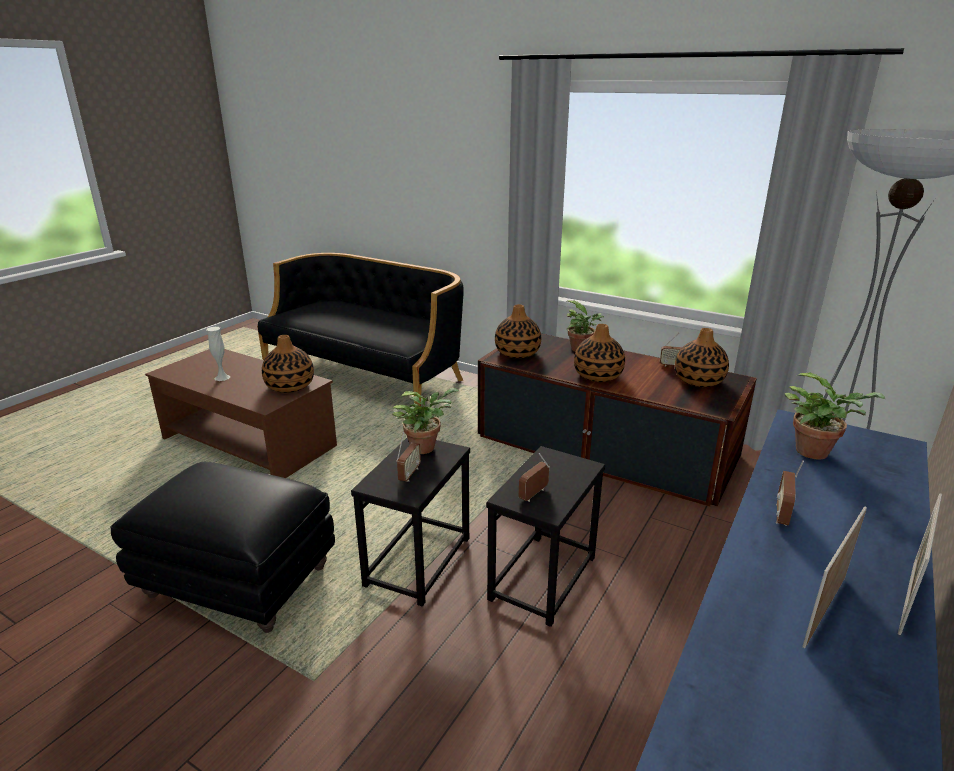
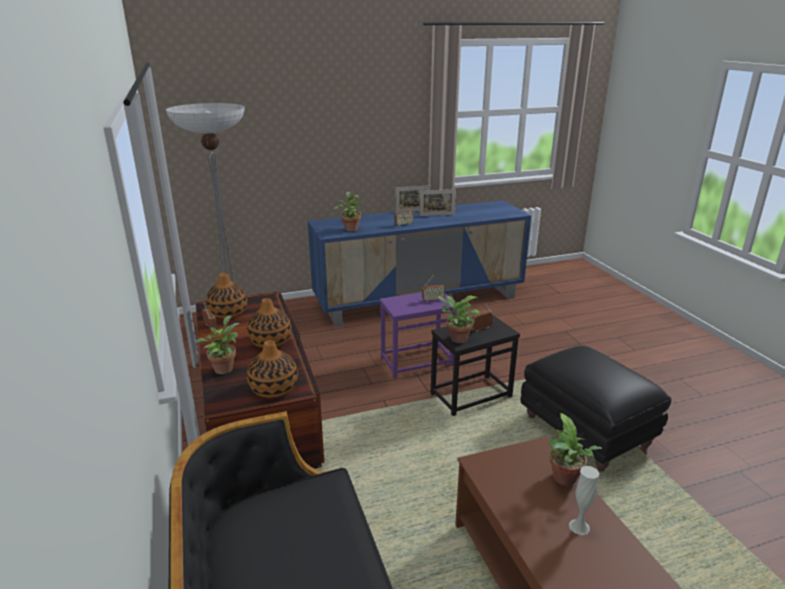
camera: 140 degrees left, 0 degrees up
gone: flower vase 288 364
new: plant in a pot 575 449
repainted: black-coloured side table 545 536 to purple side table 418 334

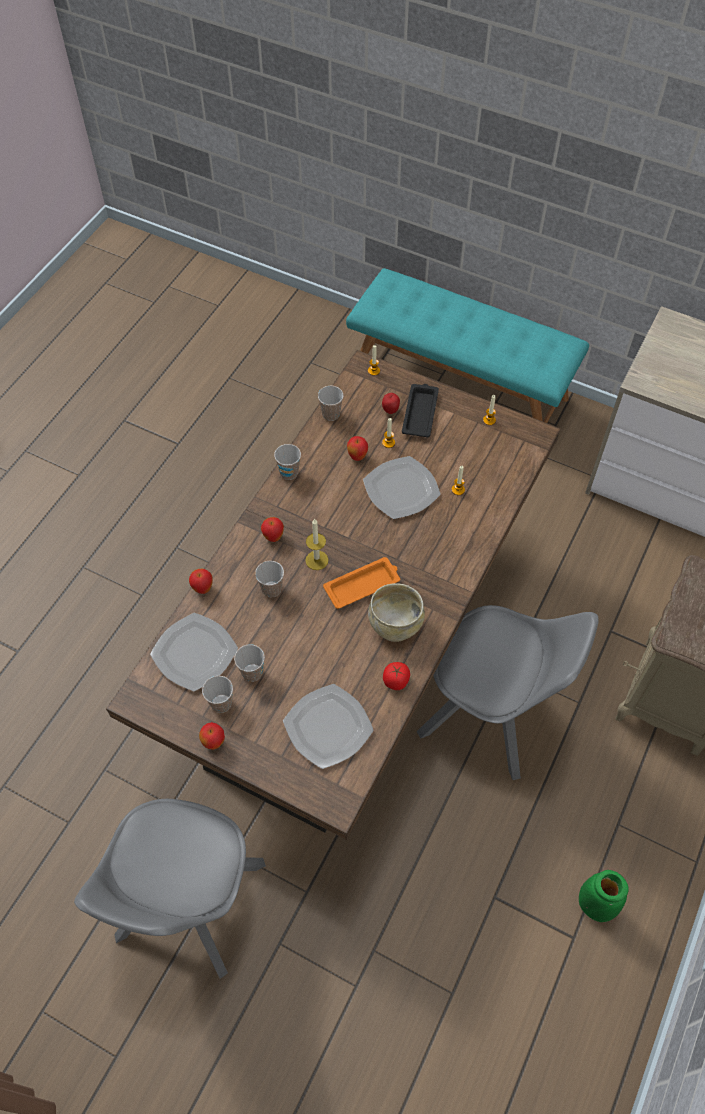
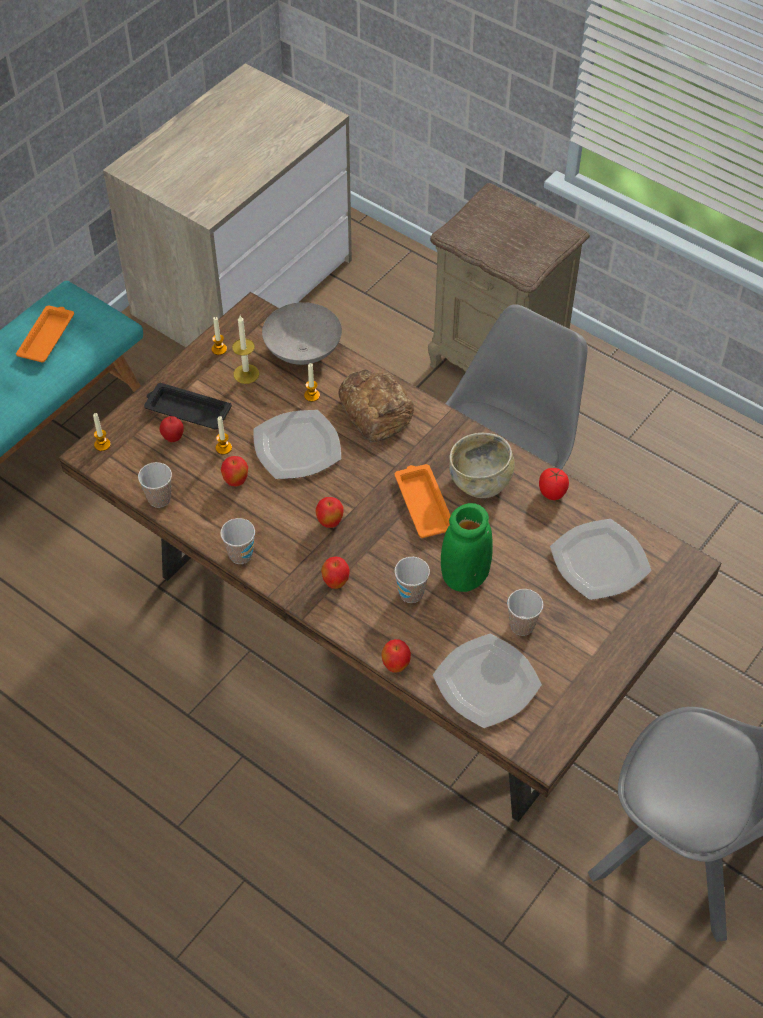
camera: 80 degrees left, 5 degrees down
gone: drinking cup 217 694
new: orange carrying tray 45 334; gray bowl 302 333; baked bread 376 405
shifted: whole apple 212 736 to 330 512; candle 317 544 to 245 350; green flower vase 604 896 to 467 547

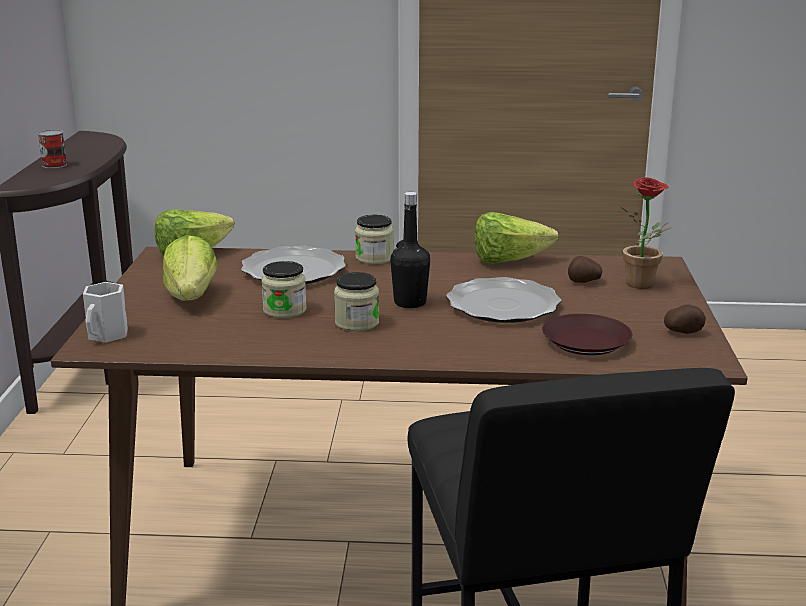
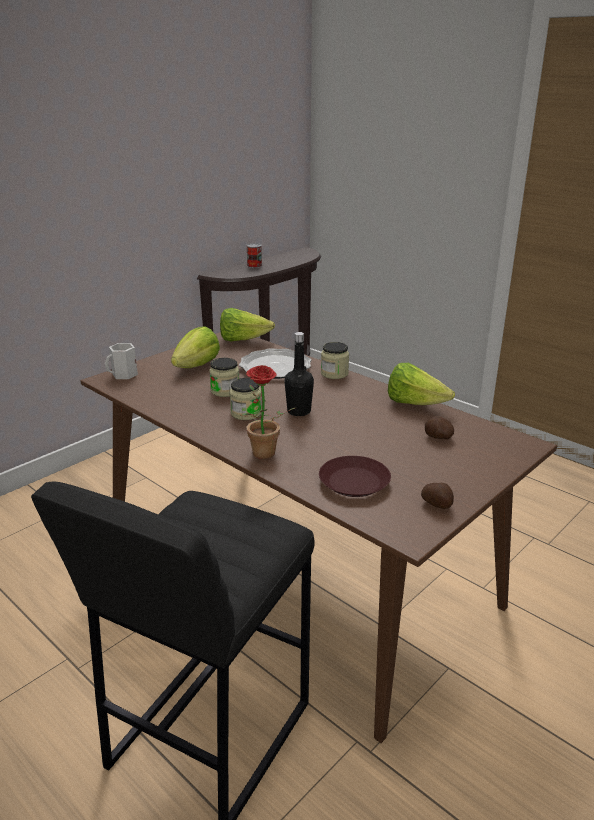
camera: 40 degrees right, 5 degrees up
gone: flat dish 503 300
shifted: plant in a pot 647 233 to 268 412

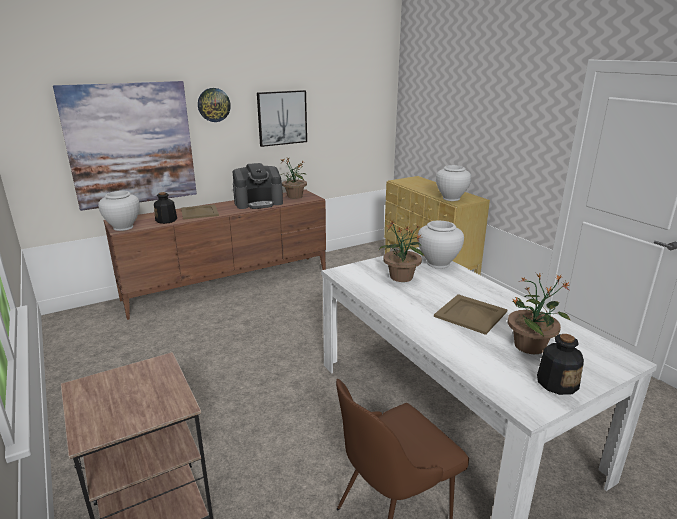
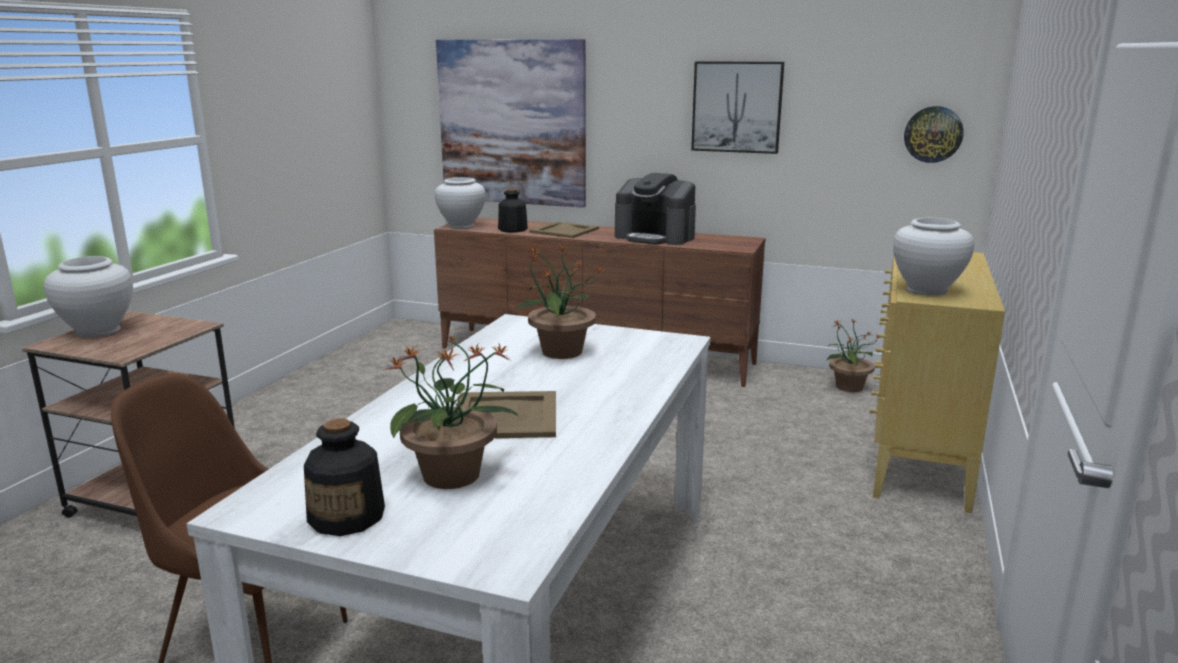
camera: 50 degrees right, 5 degrees down
shifted: hanging clock 214 105 to 934 134; plant in a pot 293 178 to 852 355; white flower vase 441 245 to 88 296

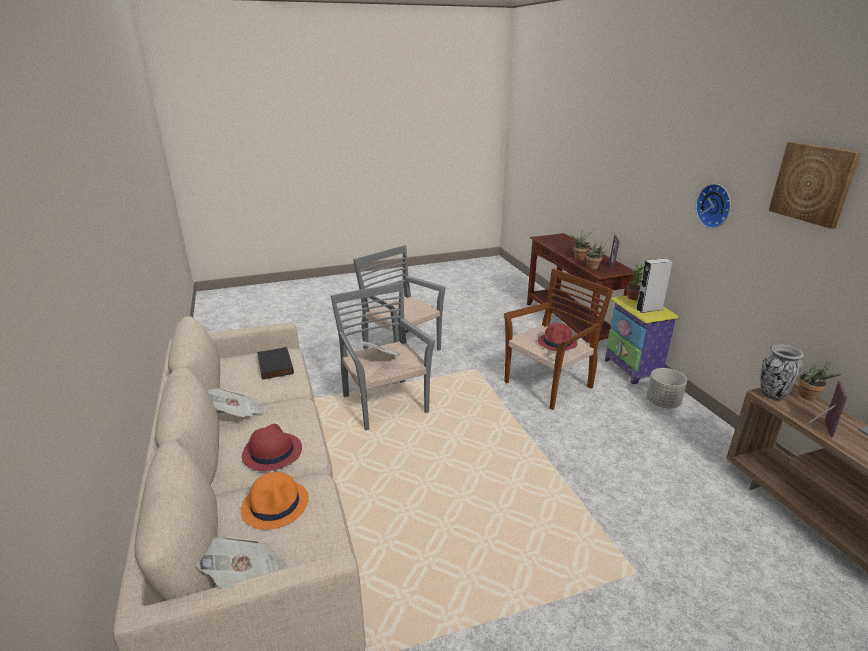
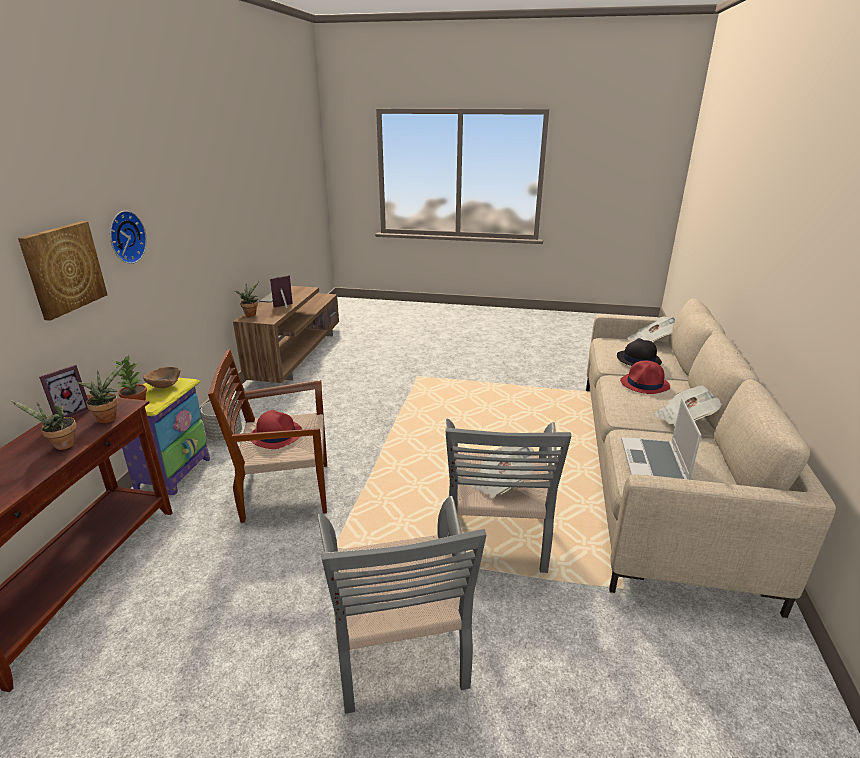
camera: 150 degrees left, 0 degrees up
gone: flower vase 782 372
shifted: wall picture 814 185 to 63 271
swapped: black-coloured book 275 363 to portable computer 661 439; gray speaker 654 285 to brown bowl 161 377
repainted: orange wearable hat 275 501 to black-coloured wearable hat 639 352

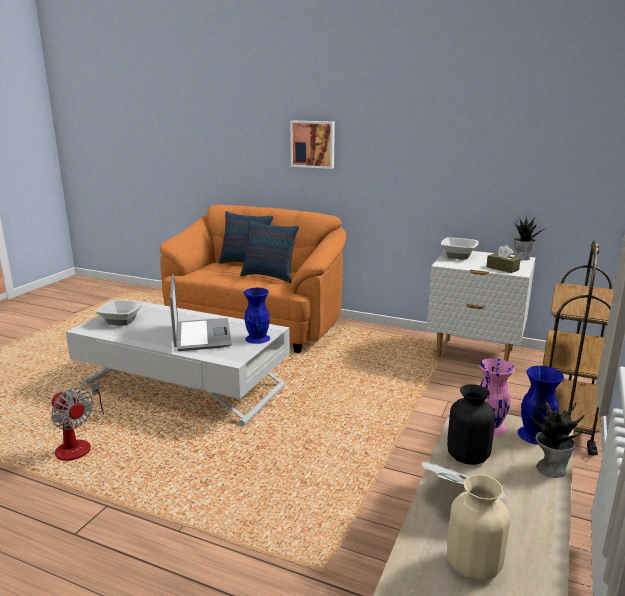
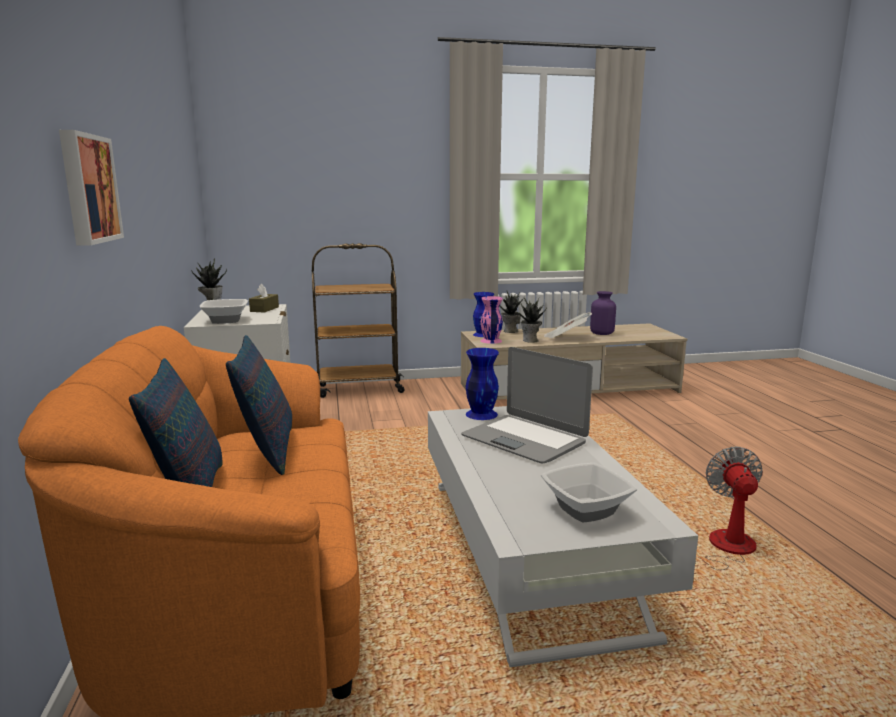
camera: 125 degrees left, 5 degrees down
swapped: black-coloured flower vase 471 424 to plant in a pot 531 319
repainted: beige flower vase 478 527 to purple flower vase 603 313
rotated: portable computer 200 313 = 527 405 90 degrees counterclockwise

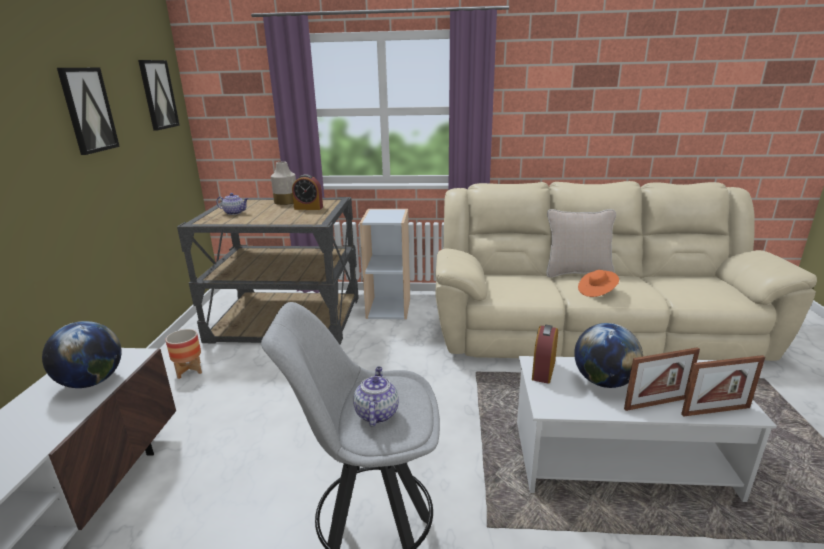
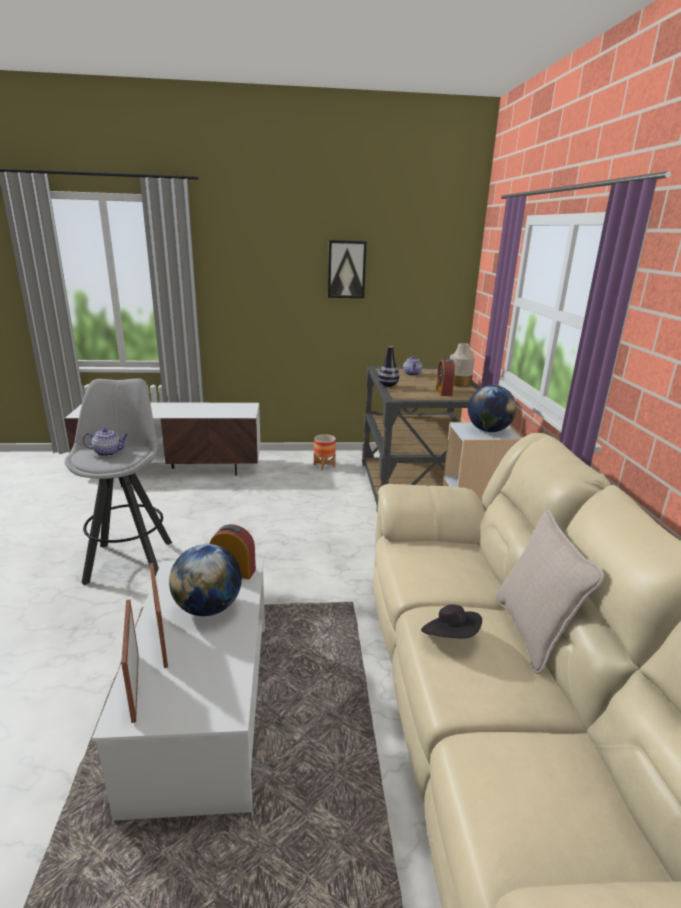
camera: 80 degrees right, 0 degrees up
gone: wall picture 159 95
new: flower vase 389 366
shifted: desk globe 82 354 to 492 408
repainted: orange wearable hat 598 283 to black-coloured wearable hat 451 621

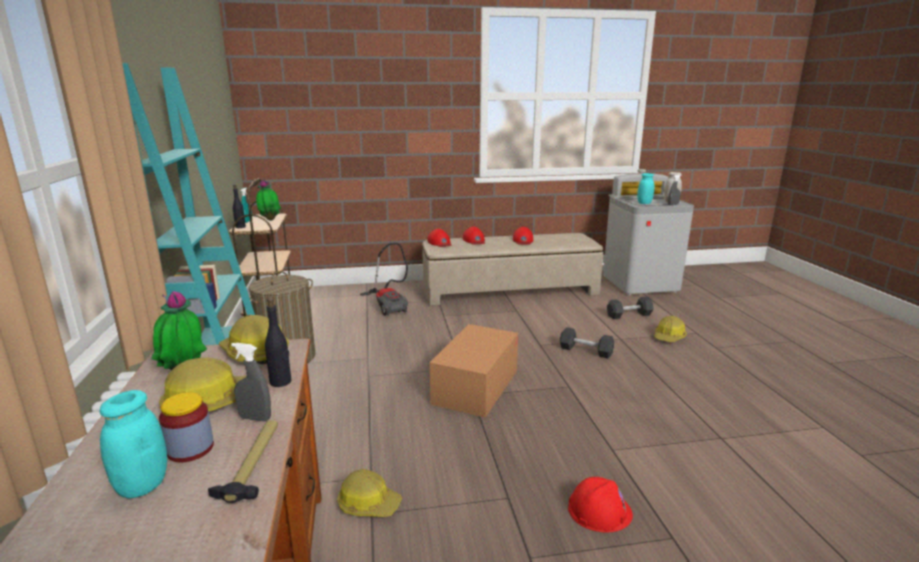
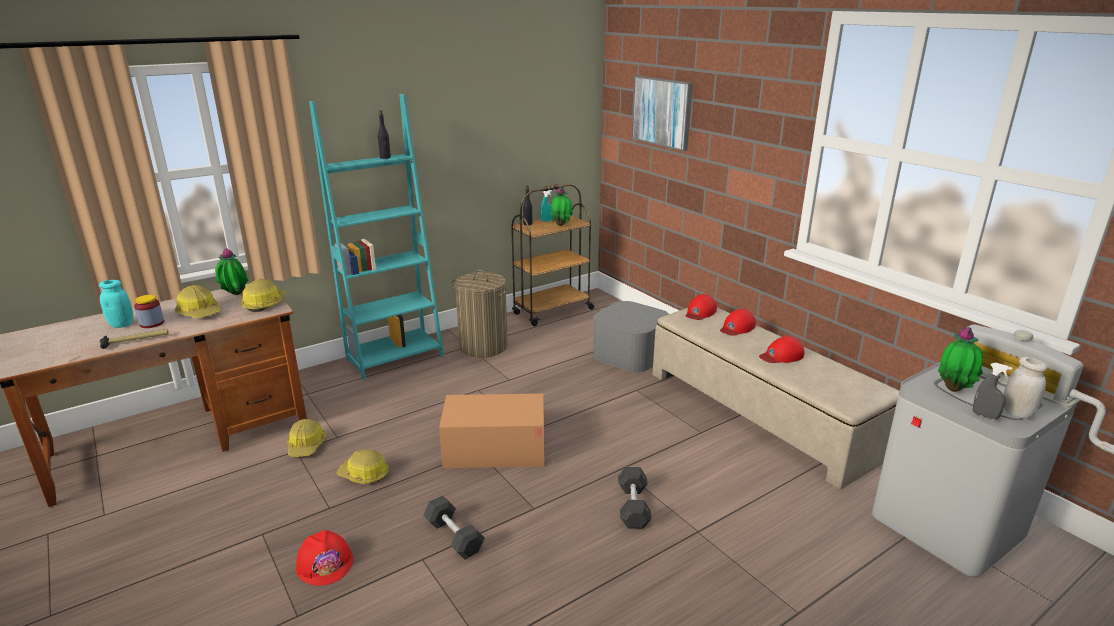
camera: 65 degrees right, 5 degrees up
gone: gray spray bottle 251 382
new: wall picture 662 113
shifted: black-coloured bottle 278 342 to 384 134; gray free weight 630 308 to 454 527; hard hat 670 329 to 362 466
swapped: vacuum 384 279 to gray storage box 631 337; turquoise preserve jar 645 188 to plant in a pot 960 359

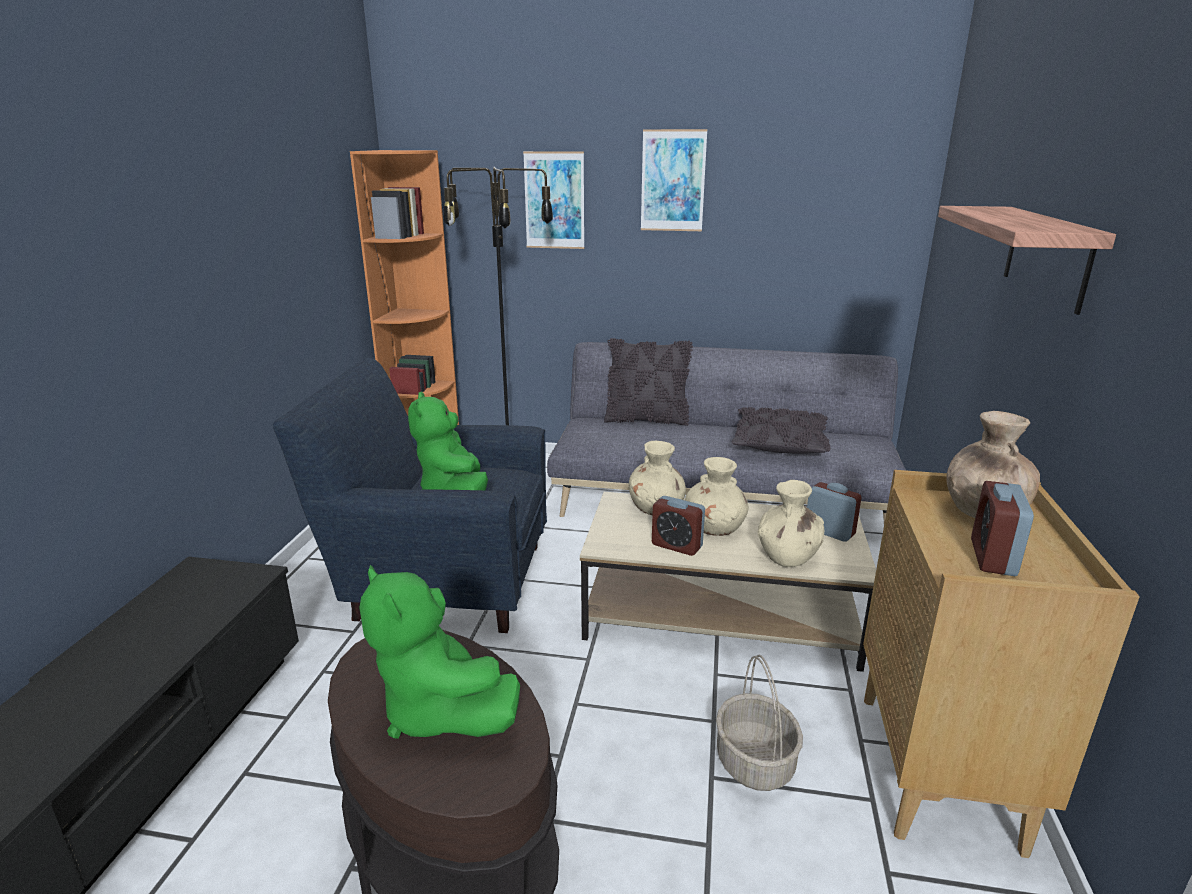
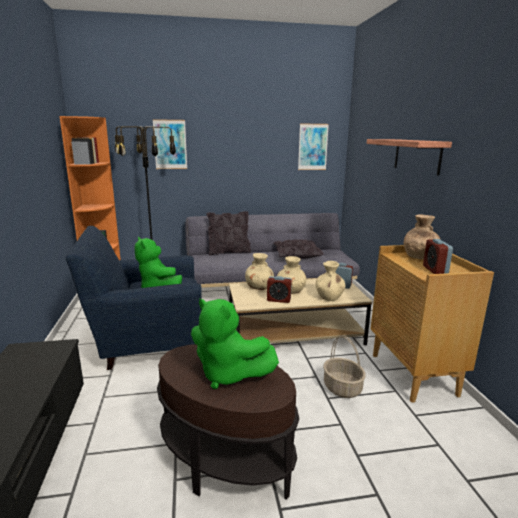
camera: 20 degrees left, 5 degrees down
shifted: wall picture 674 180 to 313 146

